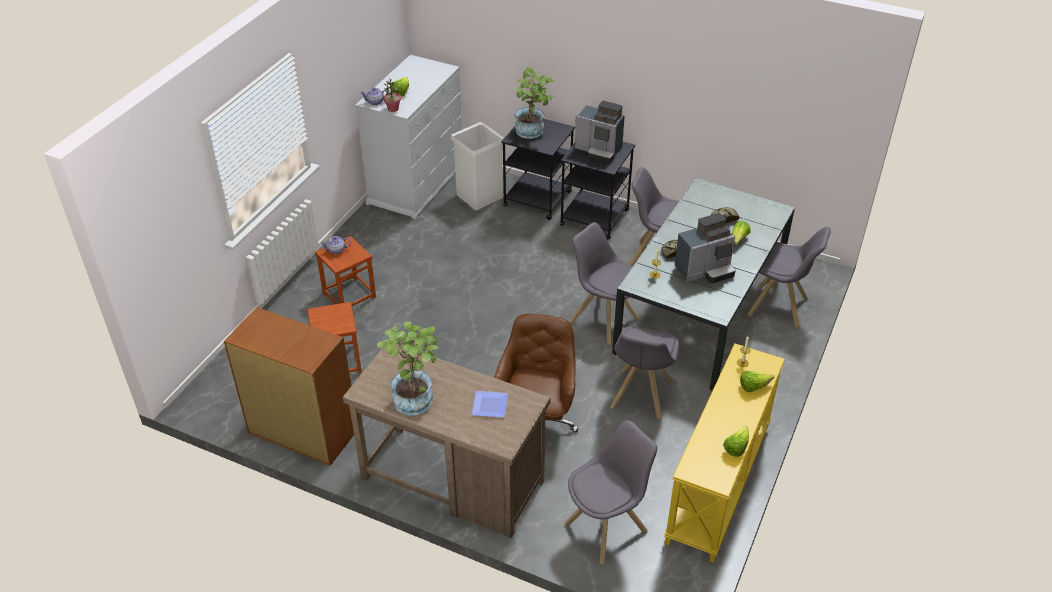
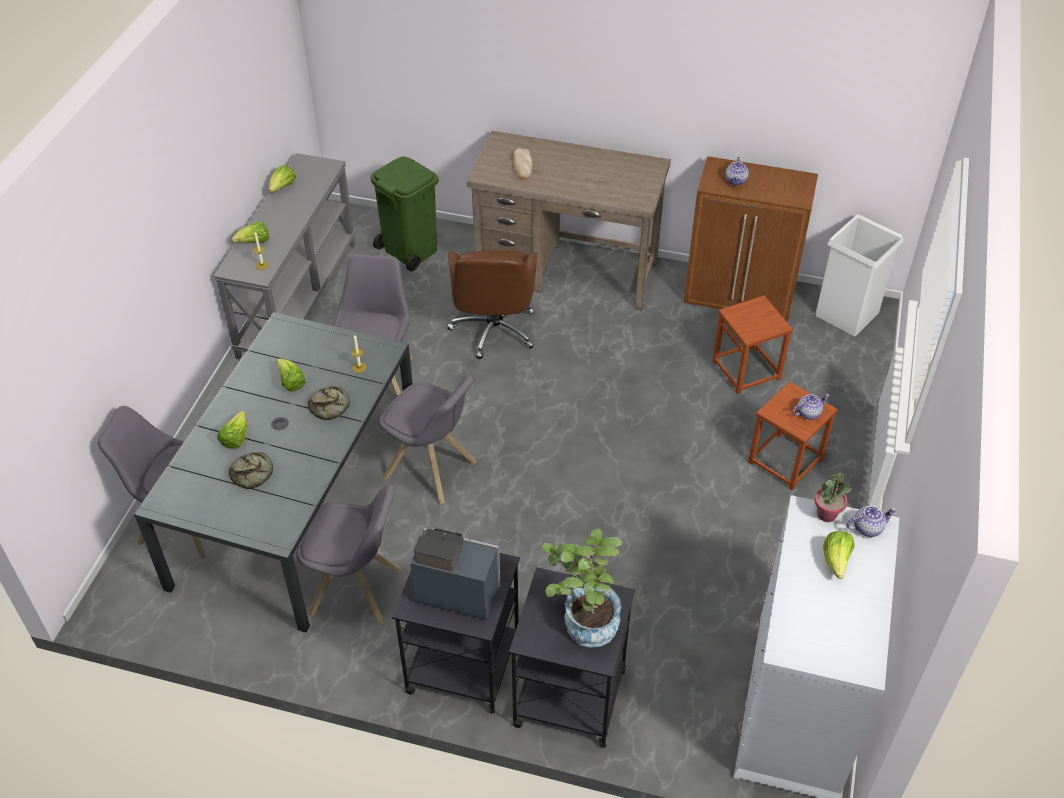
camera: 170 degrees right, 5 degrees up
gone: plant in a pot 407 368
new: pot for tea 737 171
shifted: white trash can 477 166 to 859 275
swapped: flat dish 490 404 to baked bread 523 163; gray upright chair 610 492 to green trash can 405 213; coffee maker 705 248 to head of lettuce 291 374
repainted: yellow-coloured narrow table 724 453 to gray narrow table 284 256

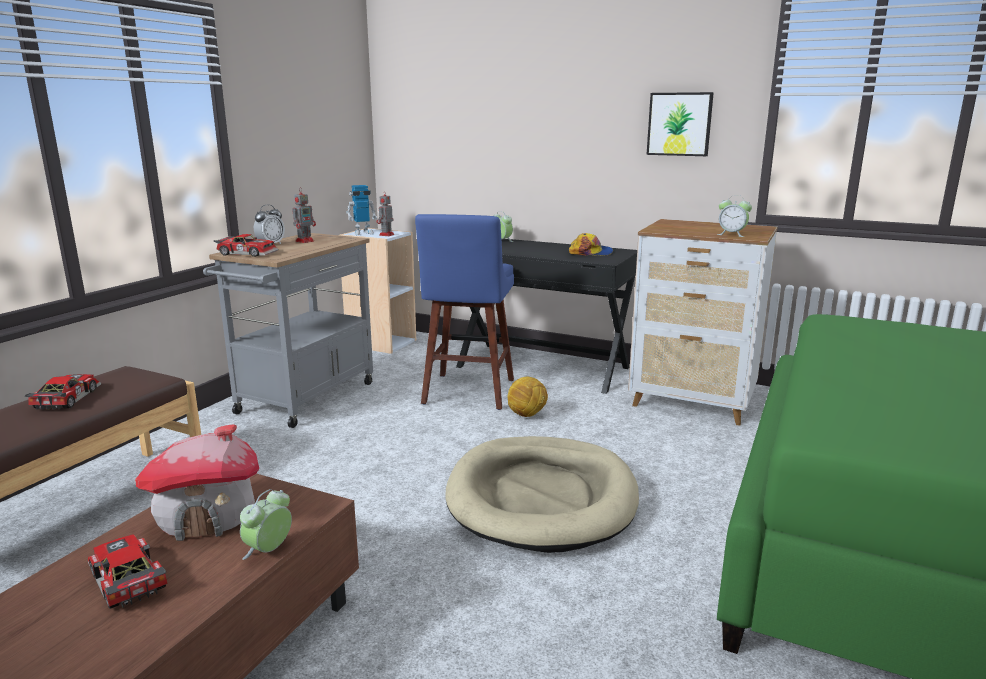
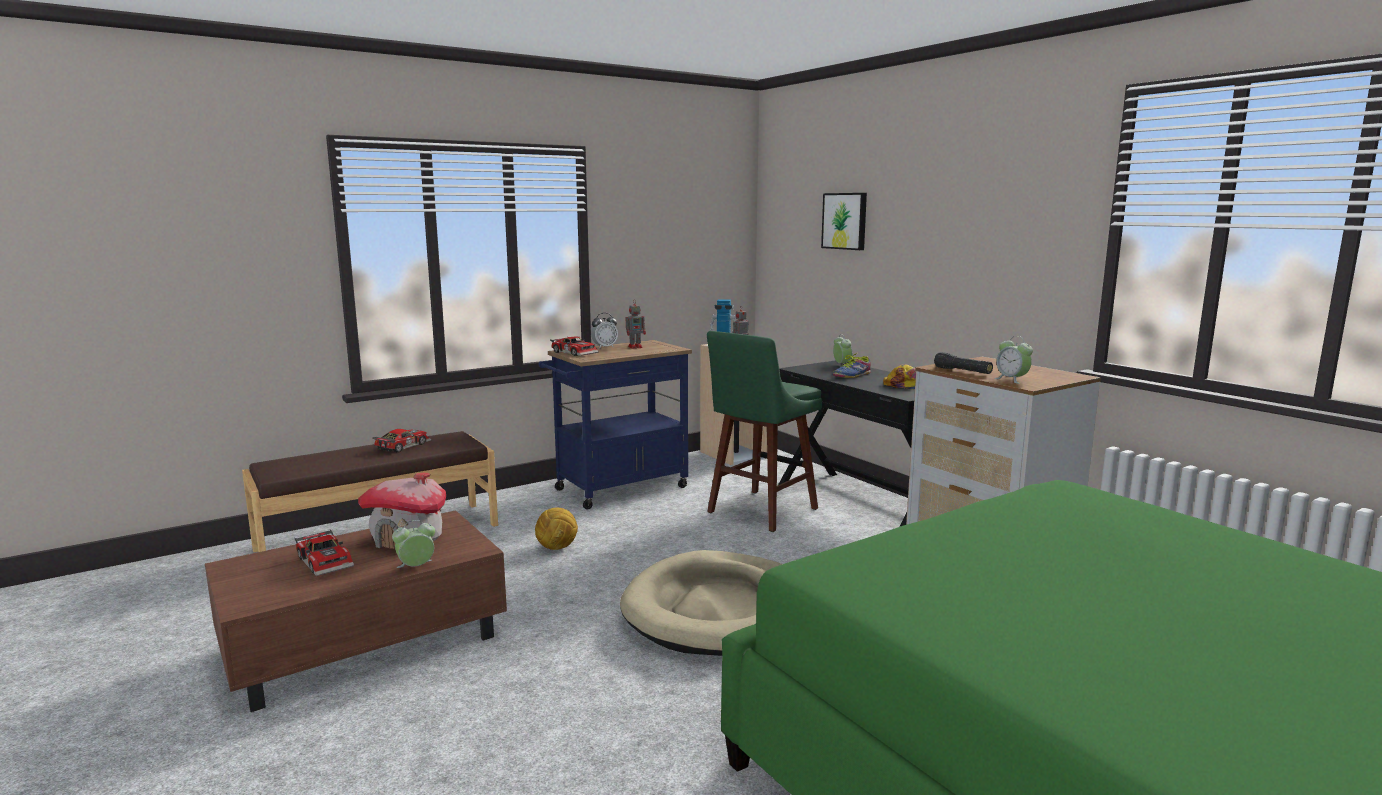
camera: 30 degrees right, 5 degrees down
new: item of footwear 852 365; black-coloured flashlight 963 363
shifted: football 528 397 to 556 529; wall picture 680 124 to 844 221
repainted: gray trolley 288 330 to blue trolley 615 424; blue sitting stool 464 312 to green sitting stool 764 431
rotated: model car 128 572 = 324 552 150 degrees clockwise

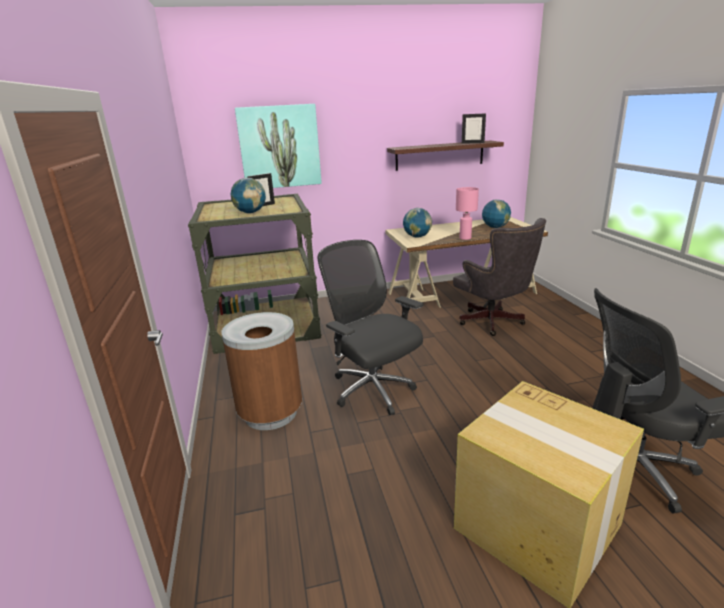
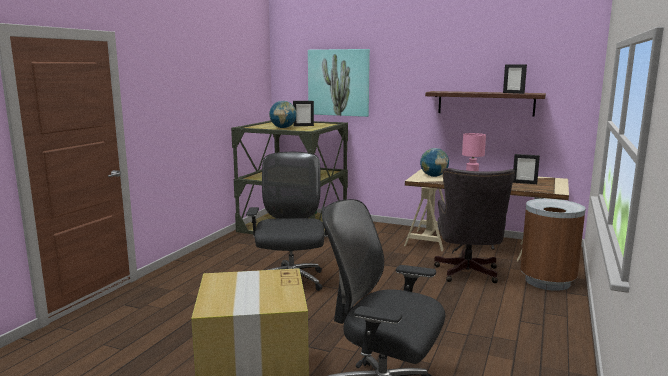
camera: 35 degrees right, 10 degrees down
shifted: brown trash can 261 371 to 553 245
swapped: desk globe 496 214 to picture frame 526 169

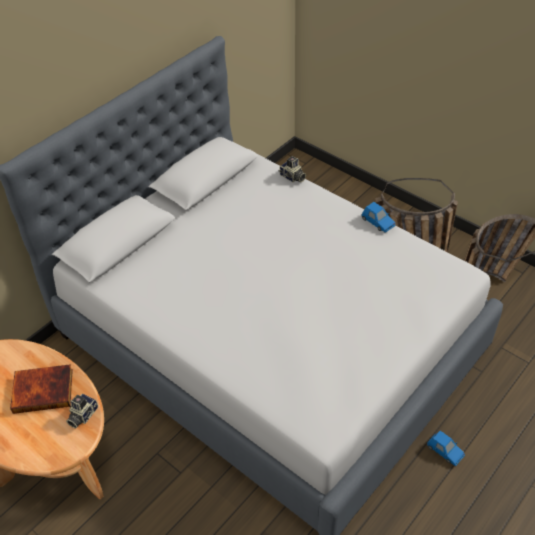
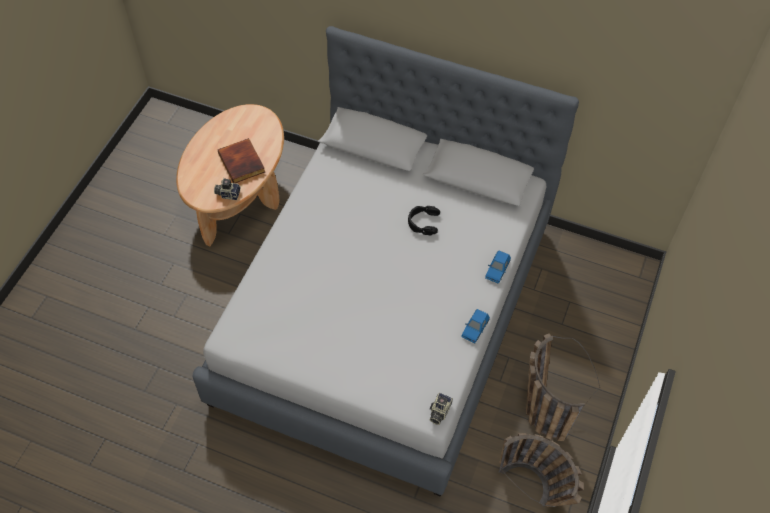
camera: 70 degrees right, 10 degrees up
new: black-coloured pair of headphones 424 220
shifted: still camera 292 169 to 441 409; blue model car 446 448 to 498 267

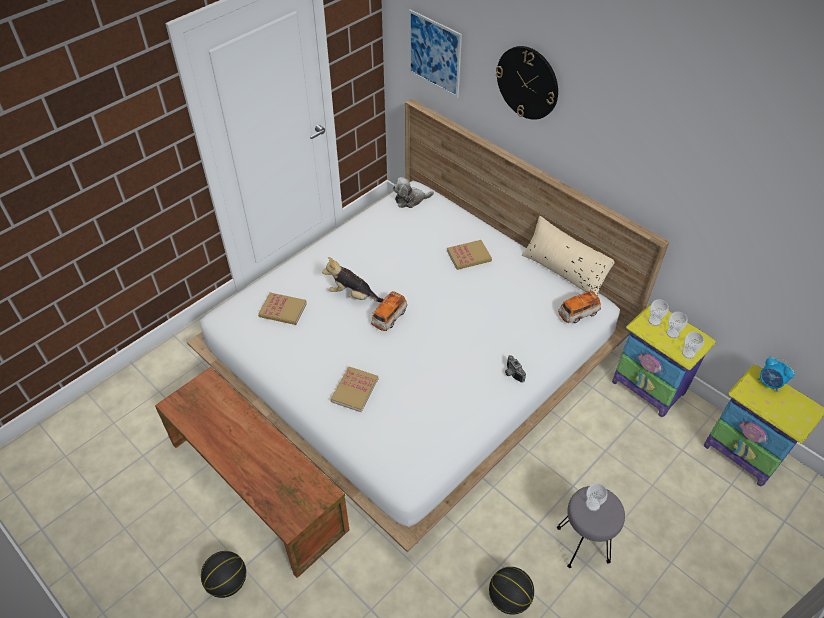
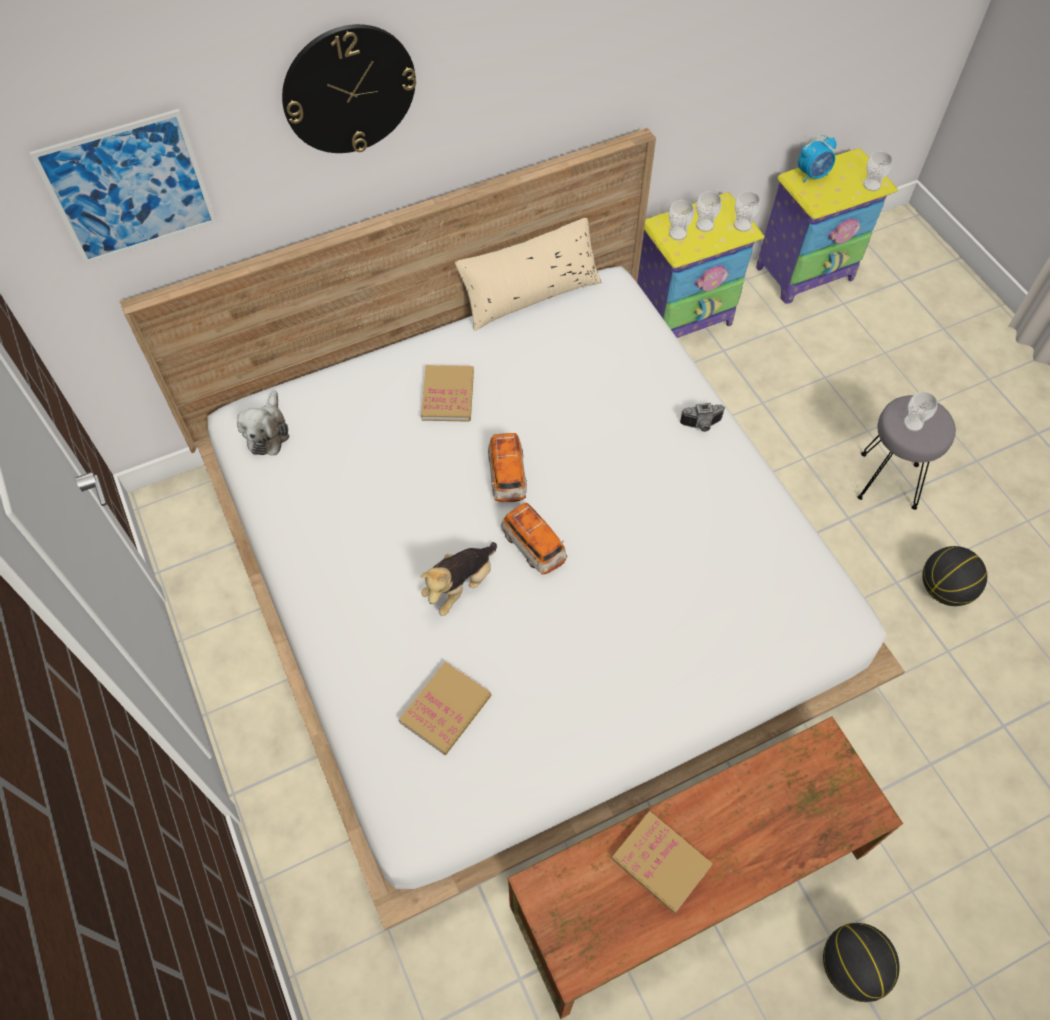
camera: 70 degrees left, 10 degrees up
new: drinking cup 878 171
shifted: book 354 389 to 662 862; model car 579 306 to 507 467

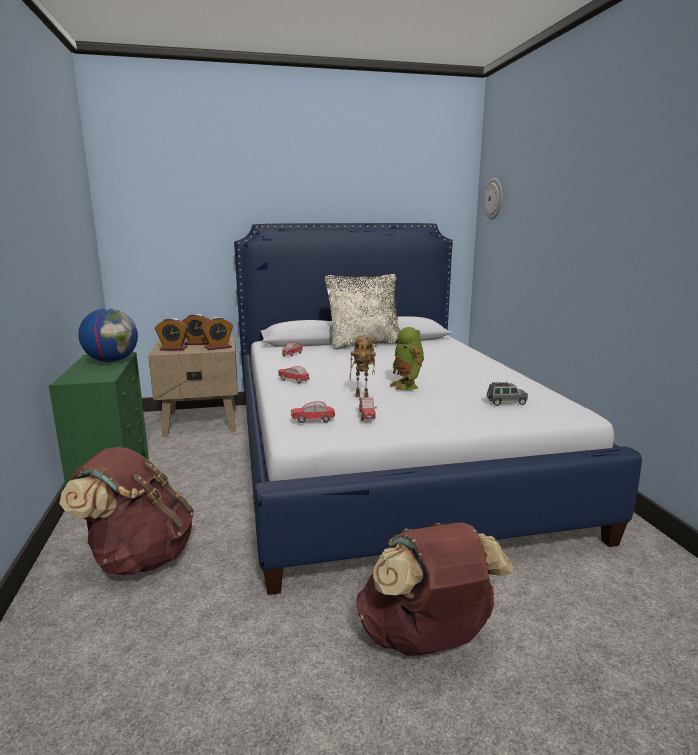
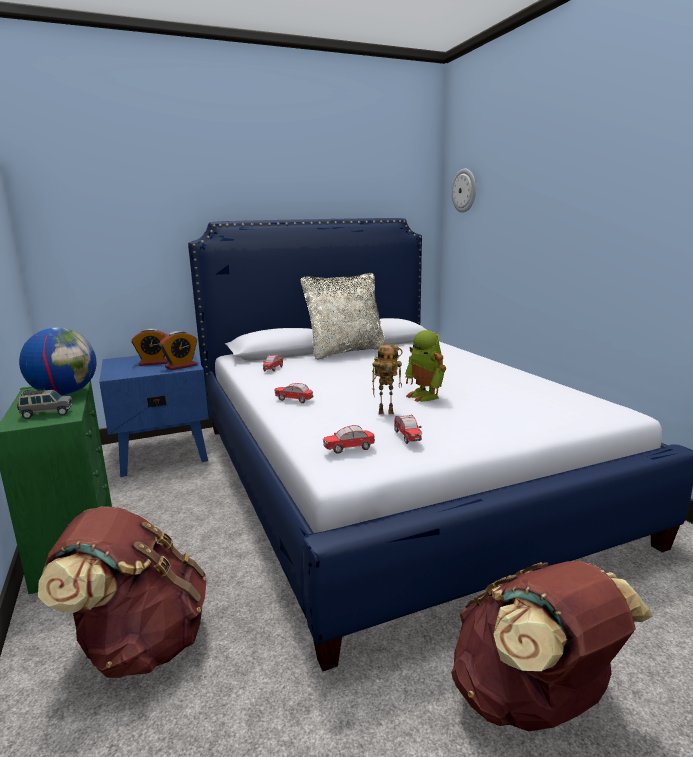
camera: 10 degrees left, 0 degrees up
gone: alarm clock 172 334
shifted: gray model car 507 394 to 45 404
repainted: beige nightstand 193 386 to blue nightstand 154 415

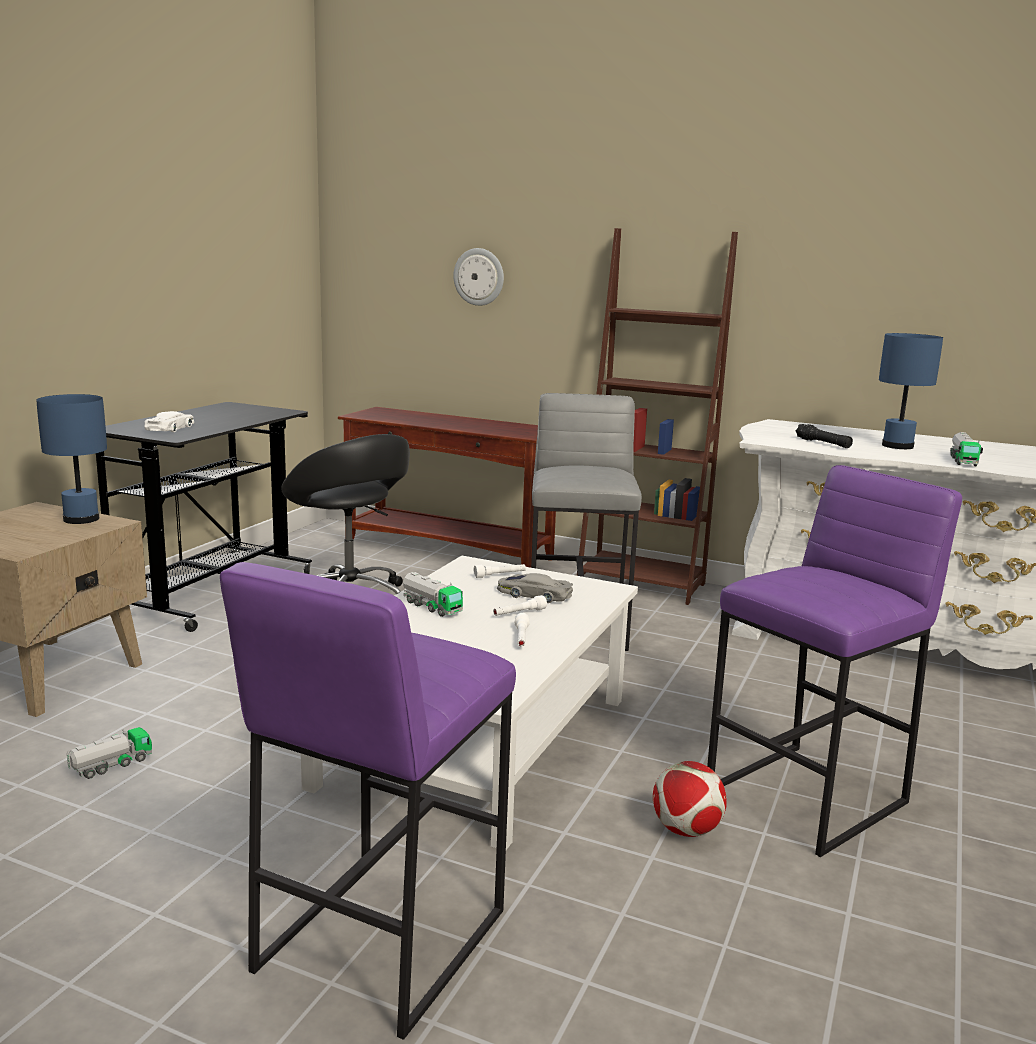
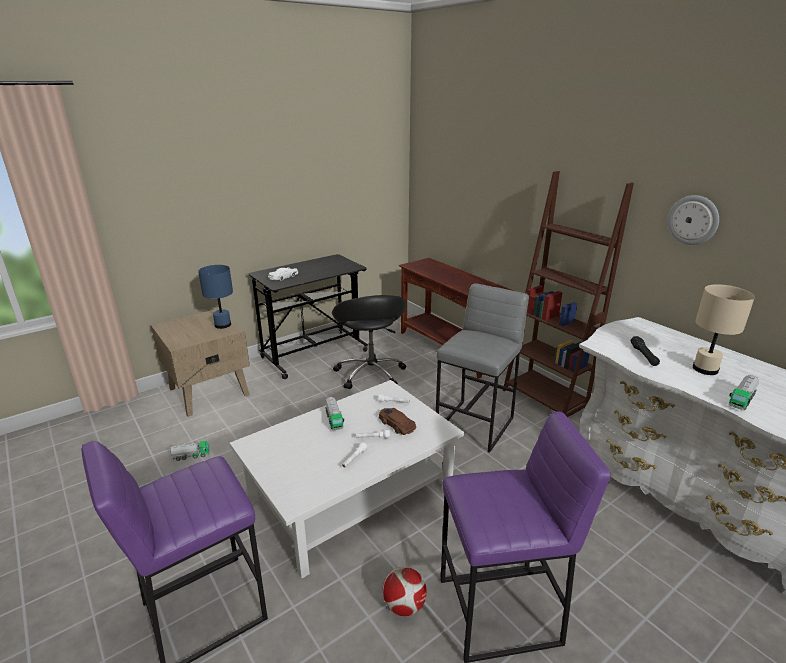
camera: 30 degrees right, 10 degrees up
shifted: hanging clock 478 277 to 693 220
repainted: gray model car 535 588 to brown model car 397 421; blue table lamp 911 391 to beige table lamp 724 329

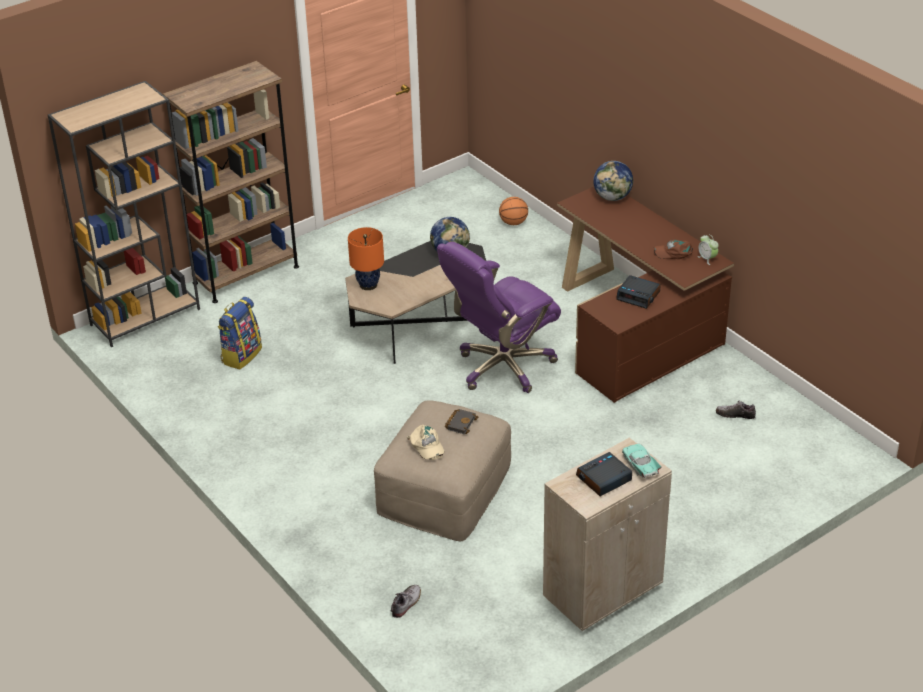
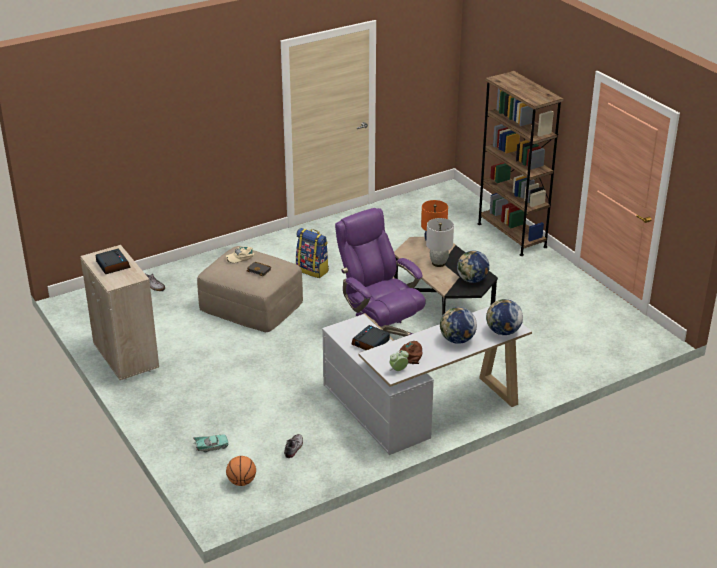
camera: 95 degrees right, 5 degrees down
gone: bookcase 124 214
new: white table lamp 440 242; desk globe 458 325
shifted: rucksack 240 333 to 312 253; basketball 513 211 to 241 471; turquoise model car 641 461 to 211 443
repainted: brown desk table 645 294 to white desk table 427 380

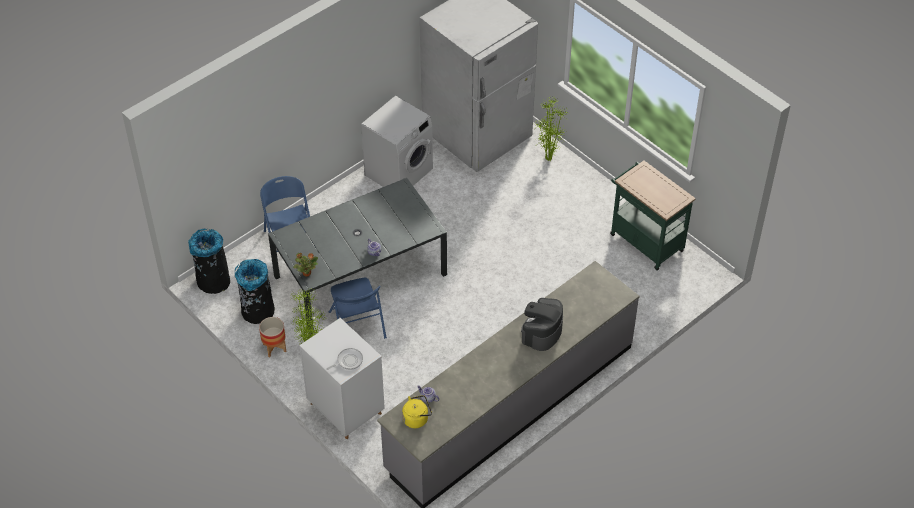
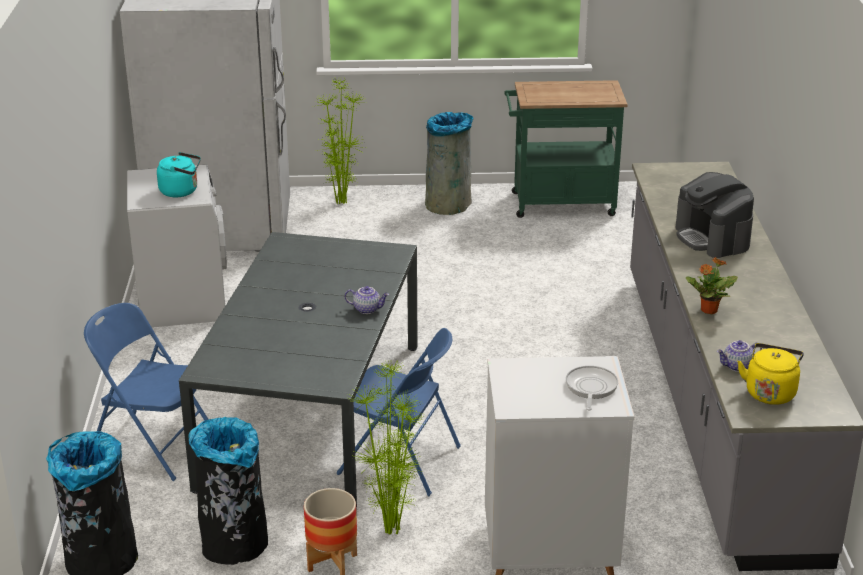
camera: 50 degrees left, 20 degrees down
new: turquoise kettle 179 174; gray trash can 449 163
shifted: plant in a pot 305 265 to 712 285

